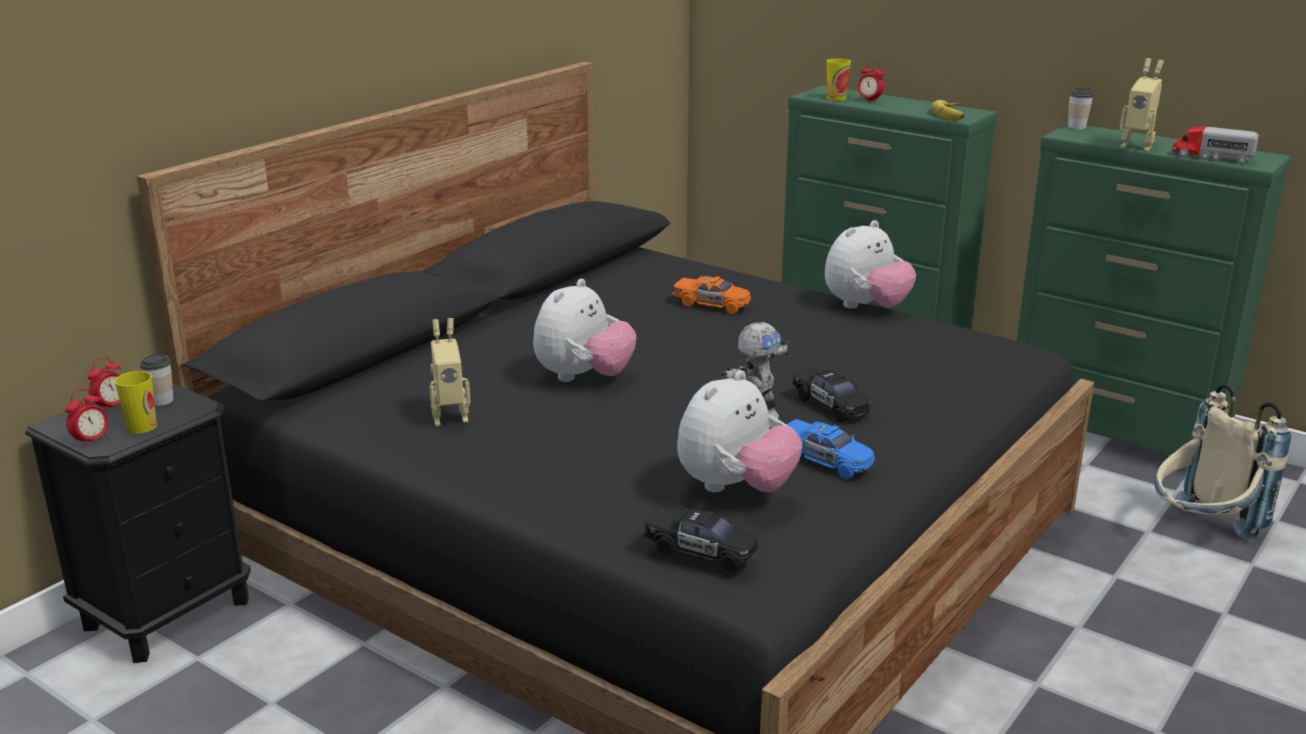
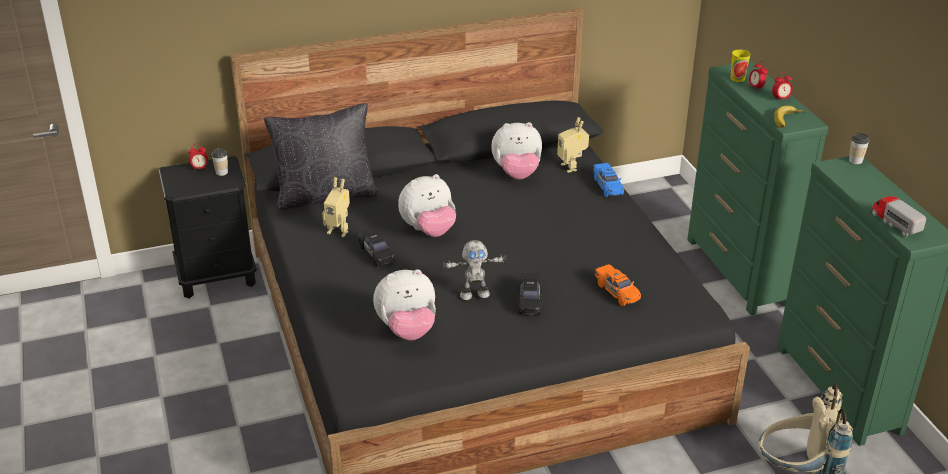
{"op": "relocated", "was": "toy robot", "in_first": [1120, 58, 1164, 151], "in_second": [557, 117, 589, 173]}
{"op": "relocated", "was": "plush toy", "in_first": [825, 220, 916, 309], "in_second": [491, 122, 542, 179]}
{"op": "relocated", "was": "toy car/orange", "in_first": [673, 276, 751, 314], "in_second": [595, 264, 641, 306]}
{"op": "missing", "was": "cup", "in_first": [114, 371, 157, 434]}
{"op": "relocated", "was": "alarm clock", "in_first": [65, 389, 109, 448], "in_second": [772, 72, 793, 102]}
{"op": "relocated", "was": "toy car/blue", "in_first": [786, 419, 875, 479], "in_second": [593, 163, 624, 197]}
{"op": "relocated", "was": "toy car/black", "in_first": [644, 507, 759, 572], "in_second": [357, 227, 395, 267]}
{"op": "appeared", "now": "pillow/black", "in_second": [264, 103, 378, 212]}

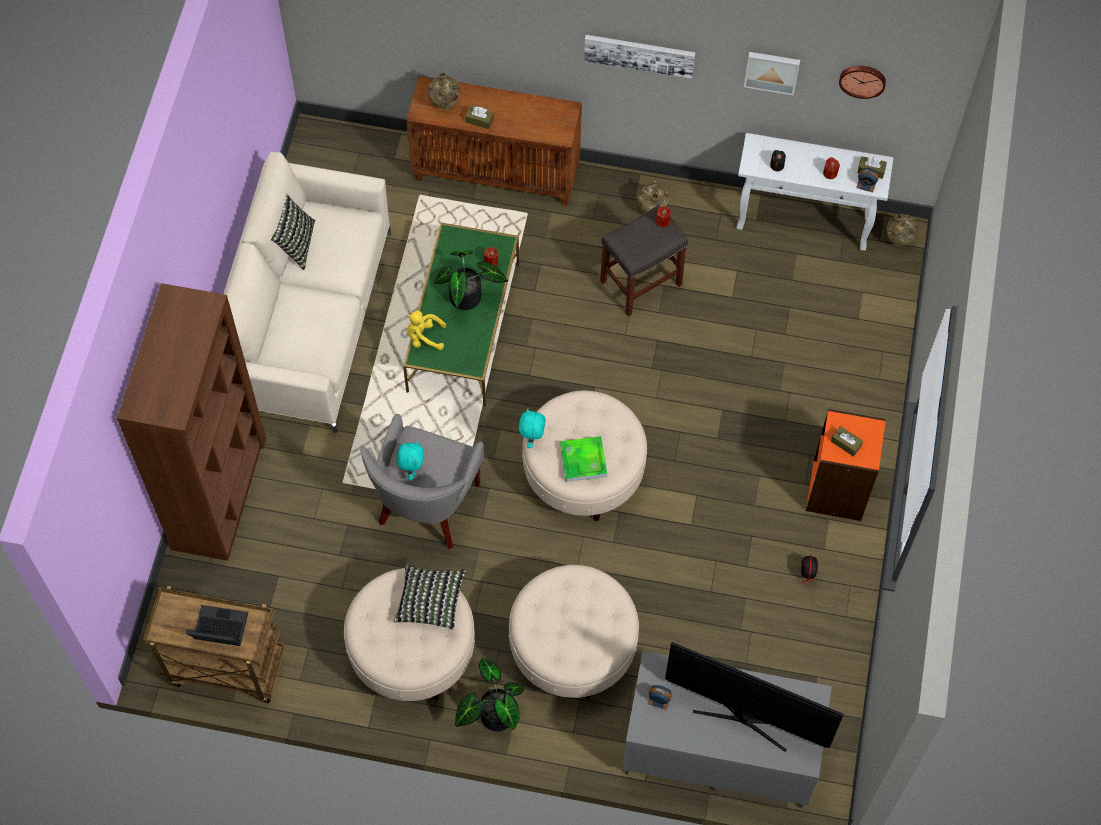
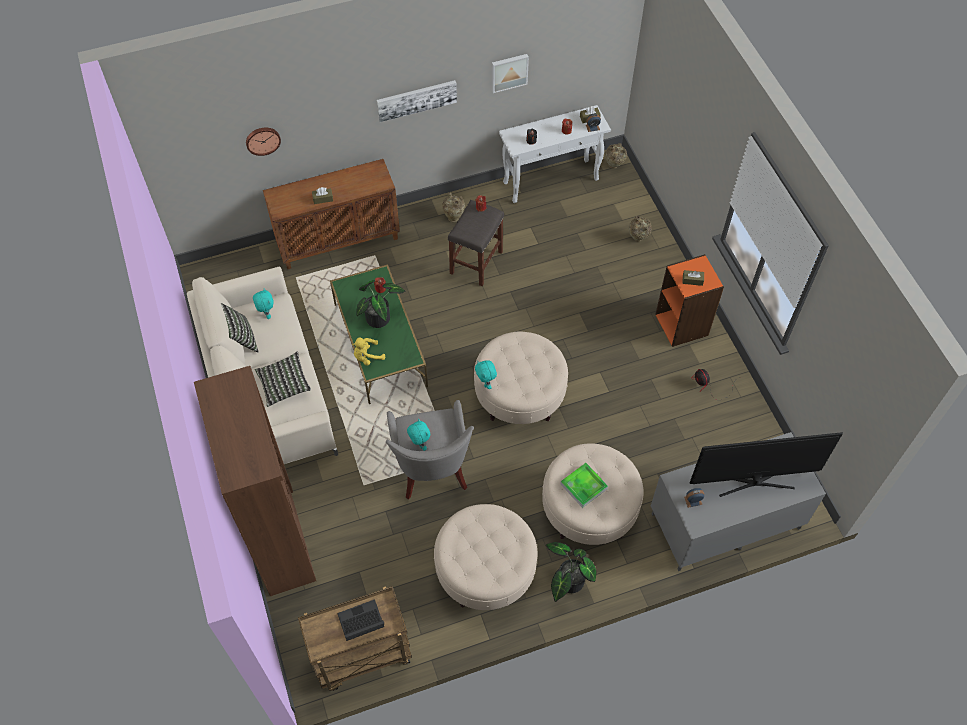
{"op": "relocated", "was": "wall clock", "in_first": [839, 66, 886, 99], "in_second": [246, 128, 281, 156]}
{"op": "relocated", "was": "vase/beige", "in_first": [428, 73, 460, 110], "in_second": [629, 216, 652, 242]}
{"op": "relocated", "was": "tray", "in_first": [560, 436, 607, 482], "in_second": [560, 463, 608, 508]}
{"op": "relocated", "was": "pillow", "in_first": [394, 564, 466, 630], "in_second": [255, 352, 311, 407]}
{"op": "appeared", "now": "plush toy/turquoise", "in_second": [253, 288, 274, 319]}

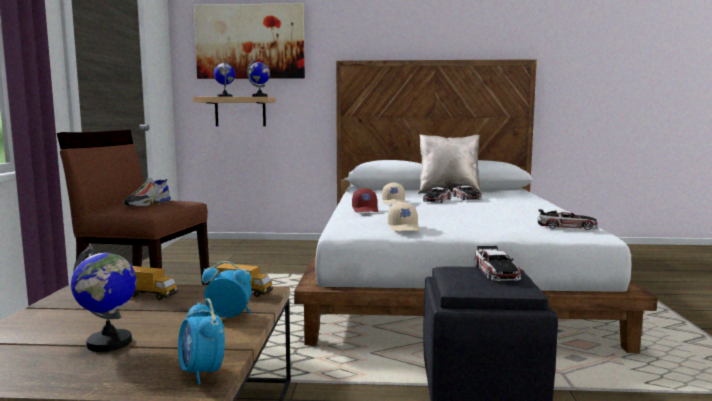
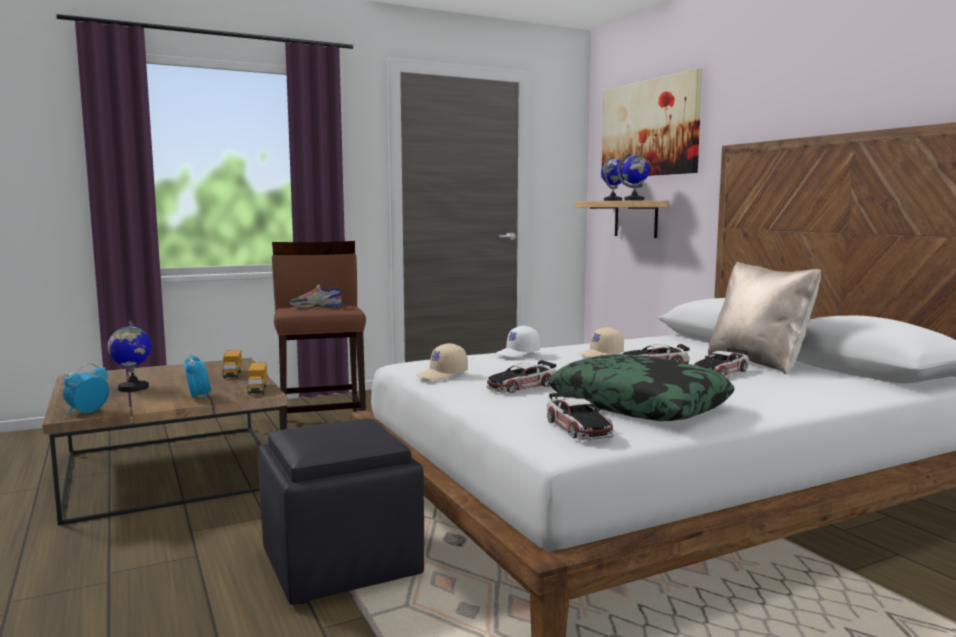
{"op": "colour", "was": "cap/red", "now": "cap/white", "in_first": [352, 188, 378, 213], "in_second": [496, 325, 540, 358]}
{"op": "relocated", "was": "toy car", "in_first": [474, 246, 521, 281], "in_second": [486, 360, 556, 393]}
{"op": "appeared", "now": "pillow", "in_second": [548, 354, 735, 421]}

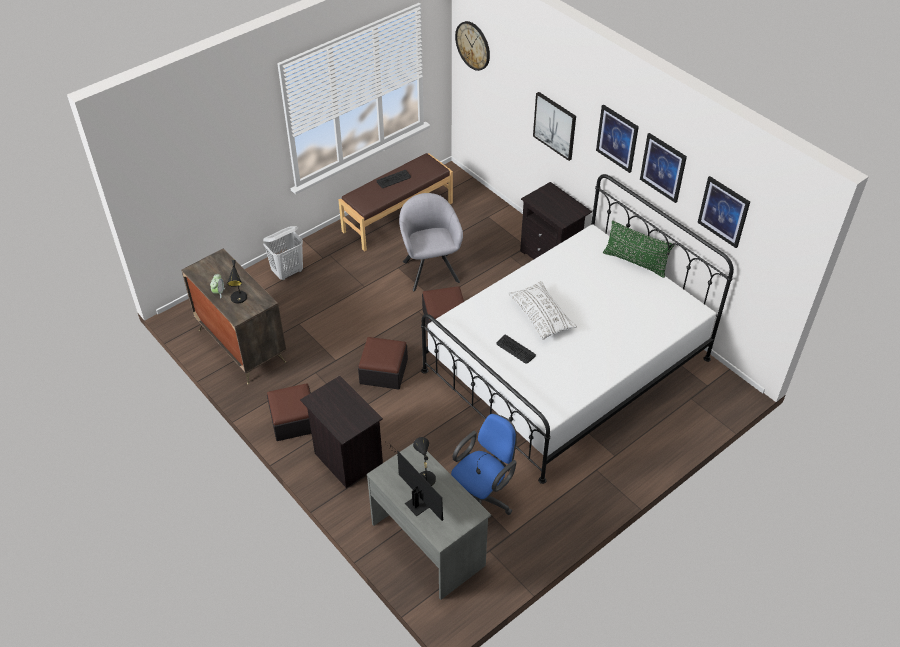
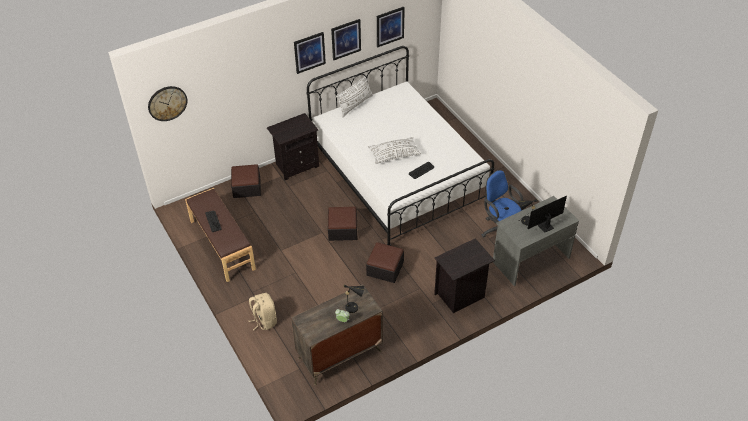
{"op": "missing", "was": "picture", "in_first": [533, 92, 576, 161]}
{"op": "missing", "was": "armchair/grey", "in_first": [399, 193, 463, 291]}
{"op": "colour", "was": "pillow/green", "now": "pillow/white", "in_first": [603, 220, 674, 278], "in_second": [336, 74, 373, 117]}
{"op": "exchanged", "was": "laundry basket/white", "now": "backpack/beige", "in_first": [263, 226, 303, 280], "in_second": [248, 293, 277, 331]}
{"op": "relocated", "was": "ottoman", "in_first": [267, 384, 311, 441], "in_second": [231, 164, 261, 198]}

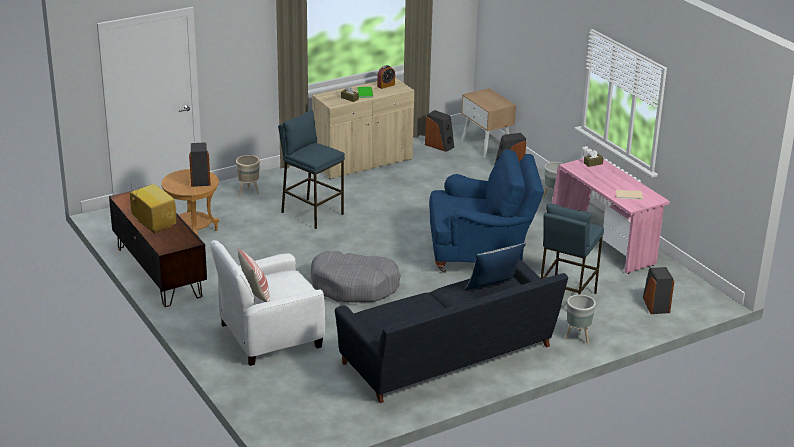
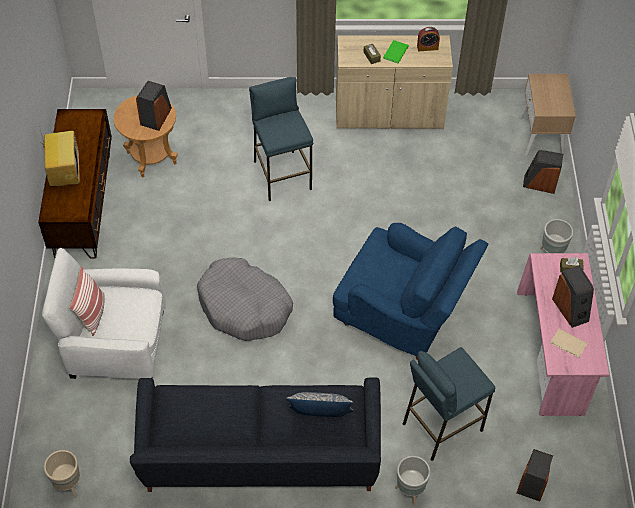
{"op": "relocated", "was": "speaker", "in_first": [425, 110, 454, 152], "in_second": [552, 265, 594, 328]}
{"op": "relocated", "was": "planter/beige", "in_first": [236, 155, 260, 195], "in_second": [44, 450, 80, 498]}

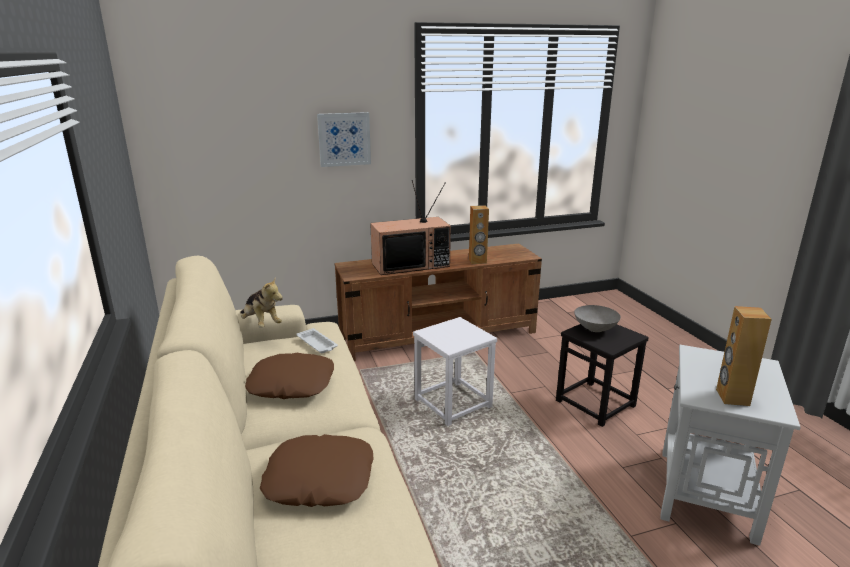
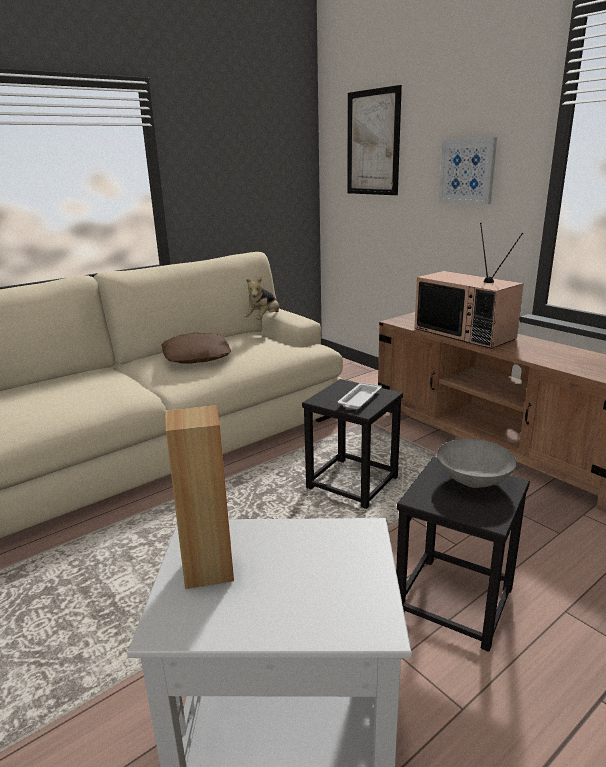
{"op": "missing", "was": "speaker/brown", "in_first": [469, 205, 489, 264]}
{"op": "colour", "was": "stool/white", "now": "stool/black", "in_first": [413, 317, 497, 426], "in_second": [302, 379, 403, 509]}
{"op": "relocated", "was": "tray/white", "in_first": [296, 328, 338, 353], "in_second": [338, 382, 382, 409]}
{"op": "missing", "was": "pillow/brown", "in_first": [260, 434, 374, 507]}
{"op": "appeared", "now": "picture", "in_second": [347, 85, 402, 195]}

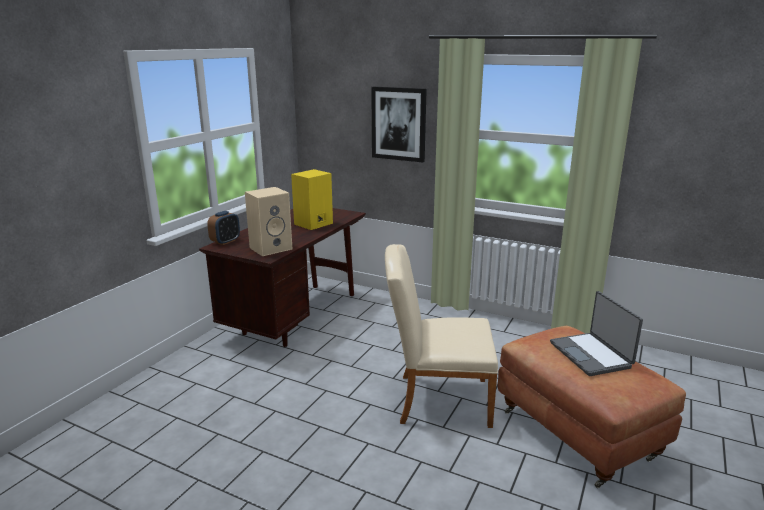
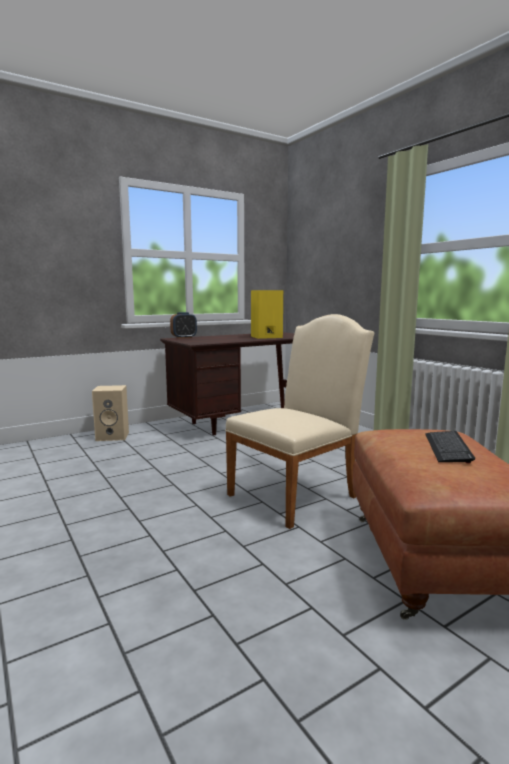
{"op": "missing", "was": "picture", "in_first": [371, 87, 427, 162]}
{"op": "relocated", "was": "speaker/beige", "in_first": [245, 187, 293, 256], "in_second": [92, 385, 129, 441]}
{"op": "spun", "was": "chair/beige", "in_first": [385, 244, 498, 428], "in_second": [225, 314, 374, 529], "clockwise": 105}
{"op": "exchanged", "was": "laptop", "now": "keyboard", "in_first": [550, 291, 643, 376], "in_second": [425, 431, 475, 464]}

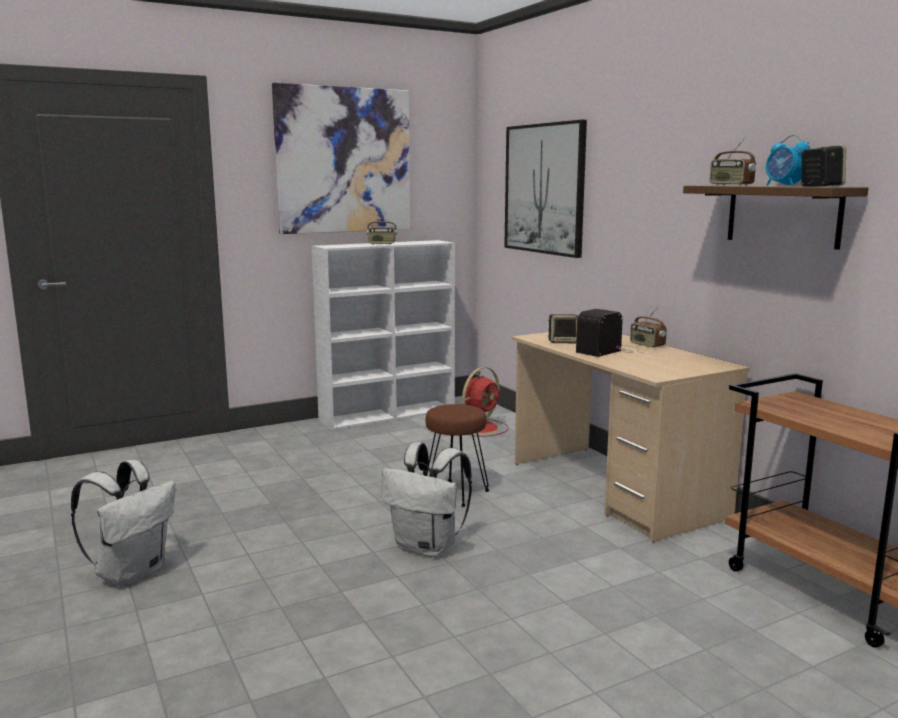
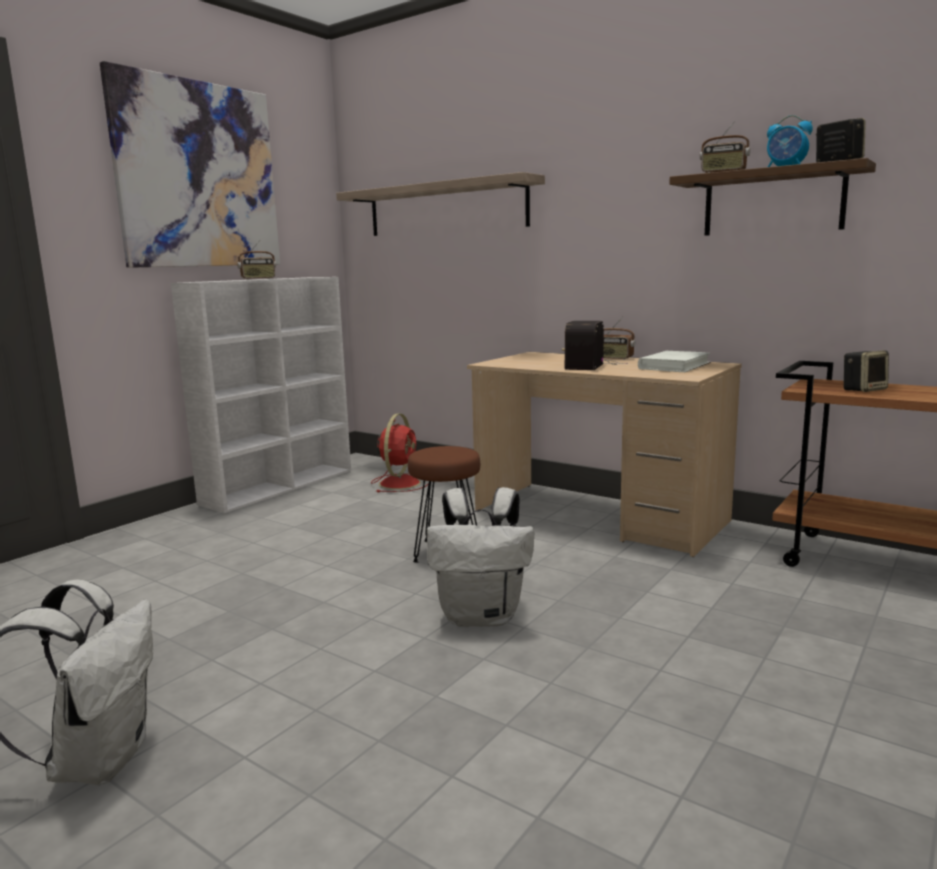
{"op": "exchanged", "was": "picture", "now": "shelf", "in_first": [504, 120, 587, 258], "in_second": [336, 172, 545, 236]}
{"op": "relocated", "was": "speaker", "in_first": [548, 314, 578, 343], "in_second": [843, 350, 889, 392]}
{"op": "appeared", "now": "book/white", "in_second": [638, 351, 711, 372]}

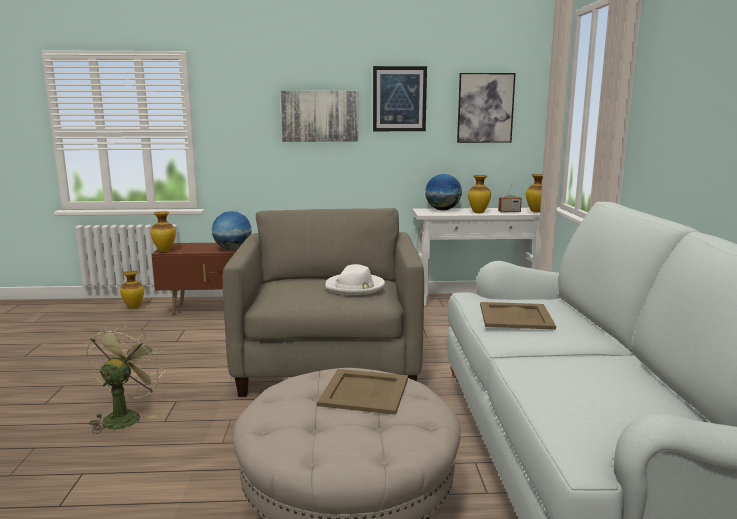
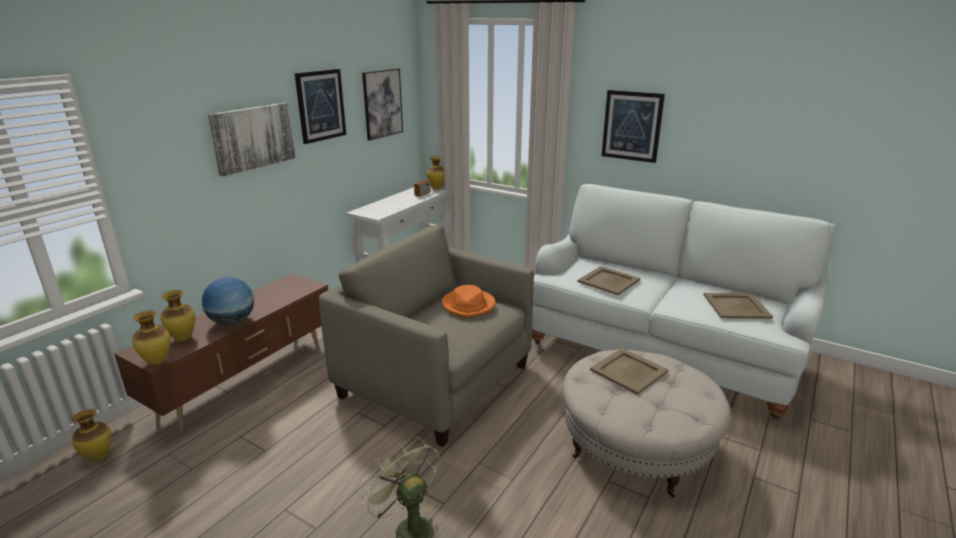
{"op": "missing", "was": "globe", "in_first": [425, 174, 462, 210]}
{"op": "relocated", "was": "vase", "in_first": [468, 175, 491, 213], "in_second": [160, 290, 195, 341]}
{"op": "colour", "was": "hat/white", "now": "hat/orange", "in_first": [325, 264, 385, 295], "in_second": [442, 285, 495, 318]}
{"op": "appeared", "now": "picture", "in_second": [602, 90, 665, 163]}
{"op": "appeared", "now": "tray/beige", "in_second": [703, 293, 773, 319]}

